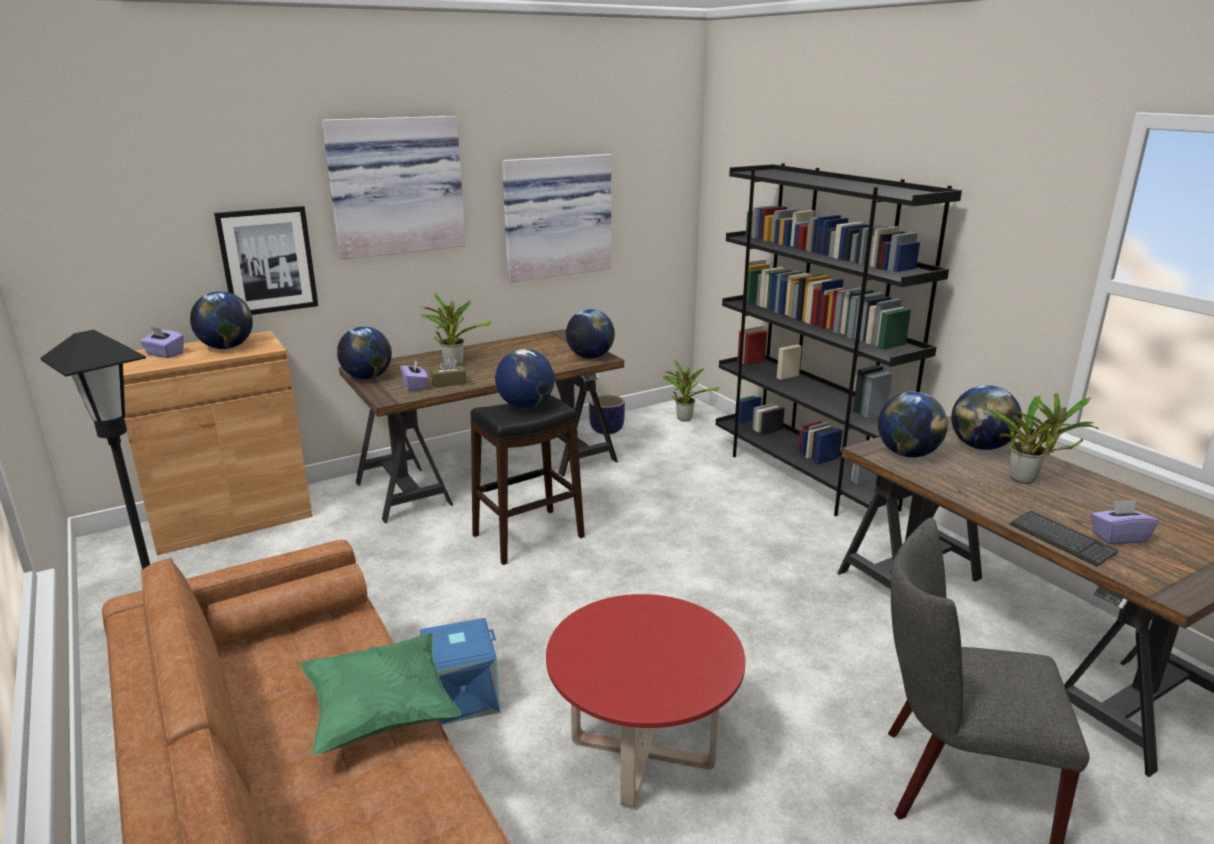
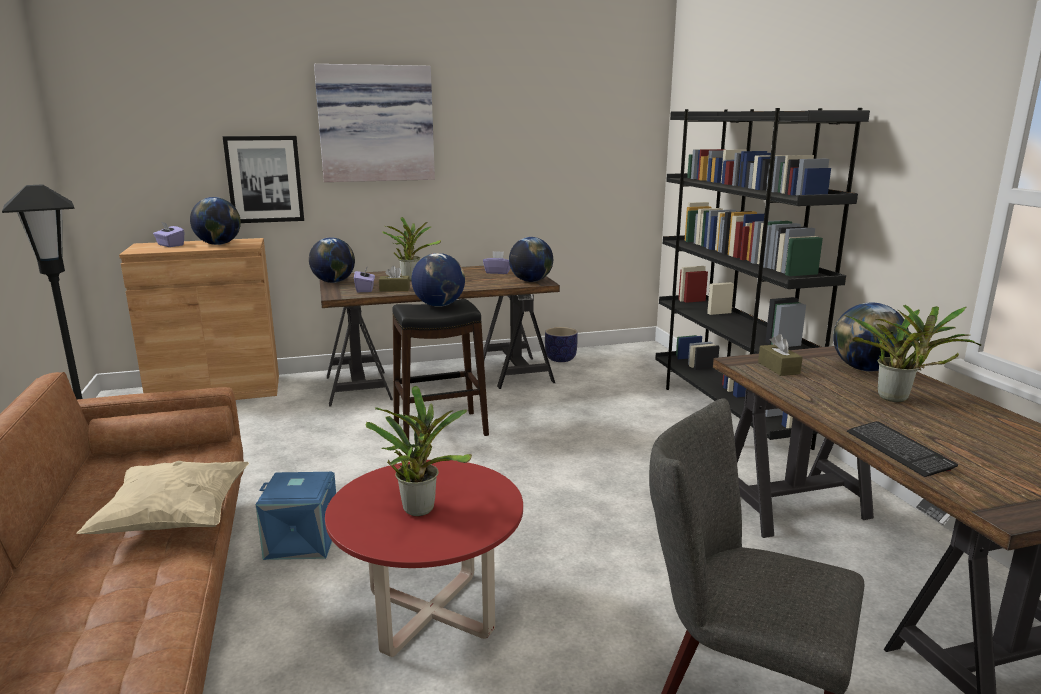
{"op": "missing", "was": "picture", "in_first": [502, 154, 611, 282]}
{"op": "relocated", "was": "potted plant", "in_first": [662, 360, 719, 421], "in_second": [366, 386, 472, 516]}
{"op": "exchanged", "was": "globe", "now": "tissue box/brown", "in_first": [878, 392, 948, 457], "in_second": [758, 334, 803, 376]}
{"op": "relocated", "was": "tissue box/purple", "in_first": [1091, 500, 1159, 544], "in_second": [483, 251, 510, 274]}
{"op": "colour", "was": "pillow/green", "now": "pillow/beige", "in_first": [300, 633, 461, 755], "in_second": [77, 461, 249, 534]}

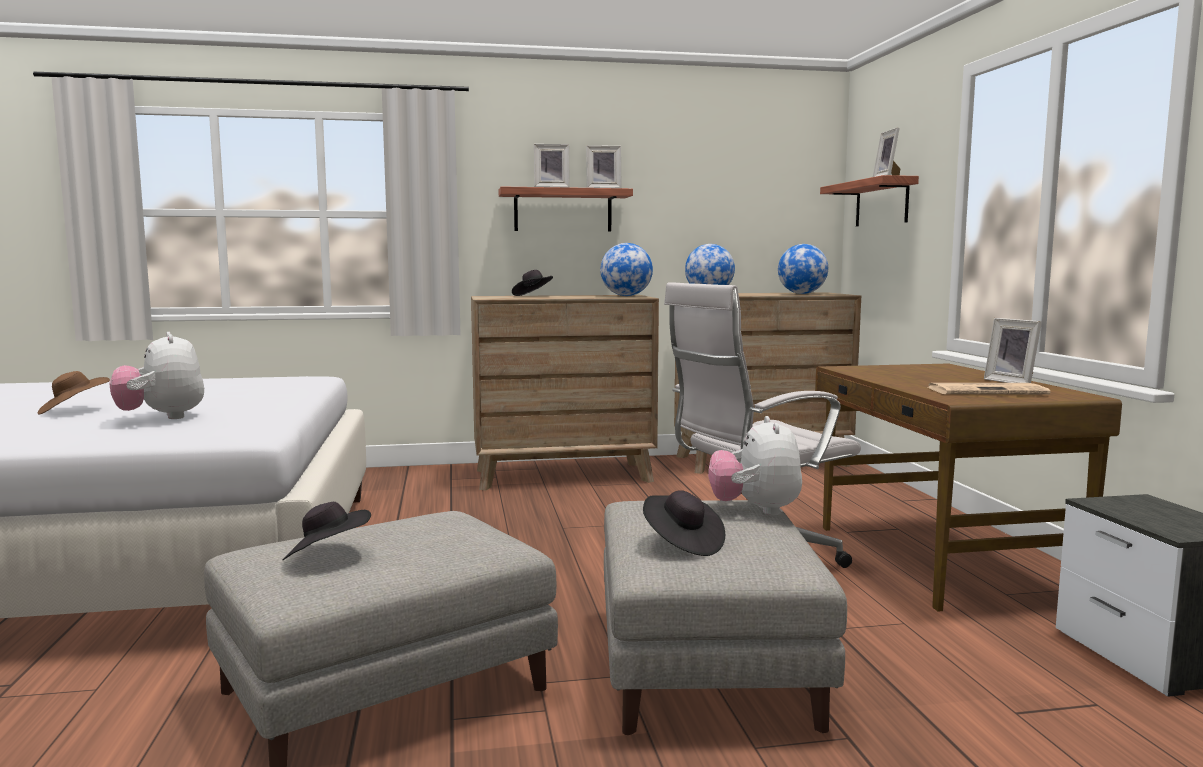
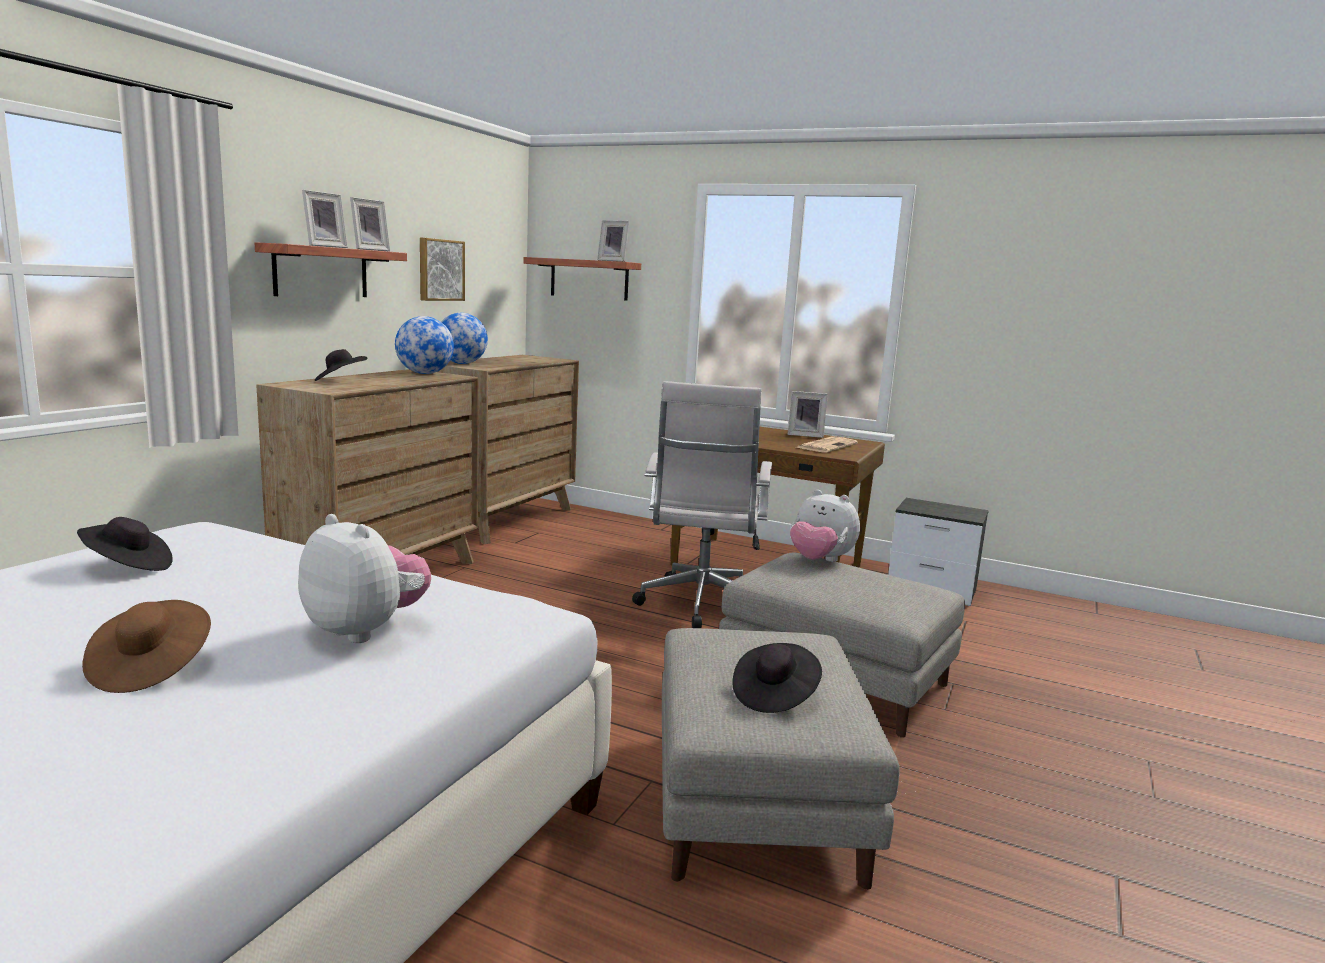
{"op": "missing", "was": "globe", "in_first": [778, 244, 828, 294]}
{"op": "spun", "was": "plush toy", "in_first": [110, 332, 204, 419], "in_second": [298, 514, 431, 643], "clockwise": -150}
{"op": "relocated", "was": "hat/black", "in_first": [643, 490, 725, 556], "in_second": [77, 517, 173, 571]}
{"op": "appeared", "now": "picture", "in_second": [420, 238, 465, 301]}

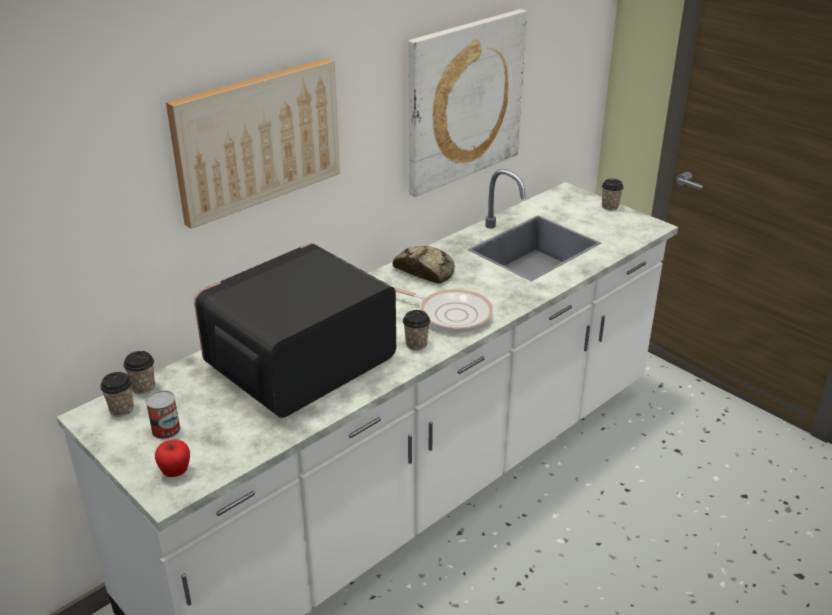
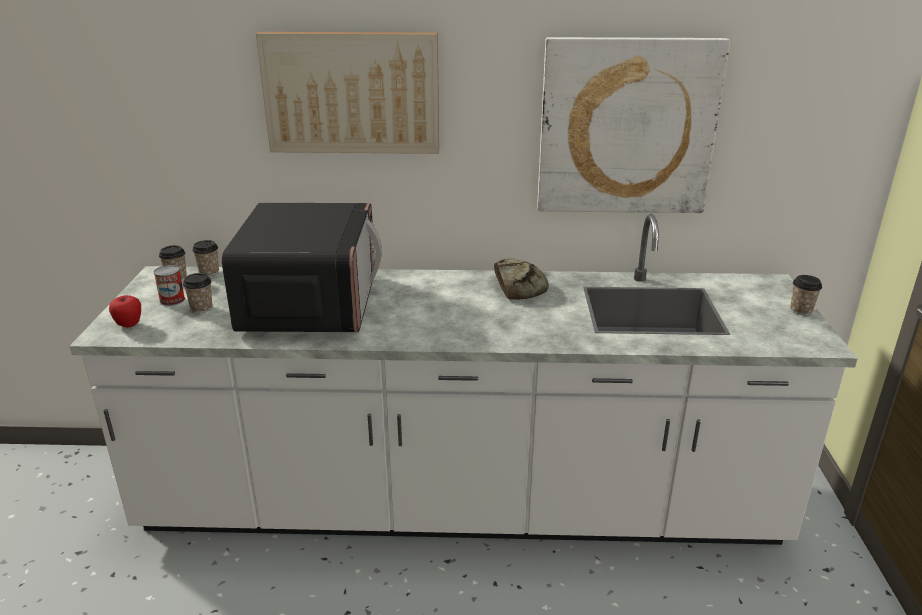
{"op": "spun", "was": "microwave", "in_first": [194, 243, 396, 418], "in_second": [222, 203, 382, 332], "clockwise": 90}
{"op": "missing", "was": "frying pan", "in_first": [393, 287, 493, 333]}
{"op": "relocated", "was": "cup", "in_first": [403, 310, 430, 351], "in_second": [183, 273, 212, 313]}

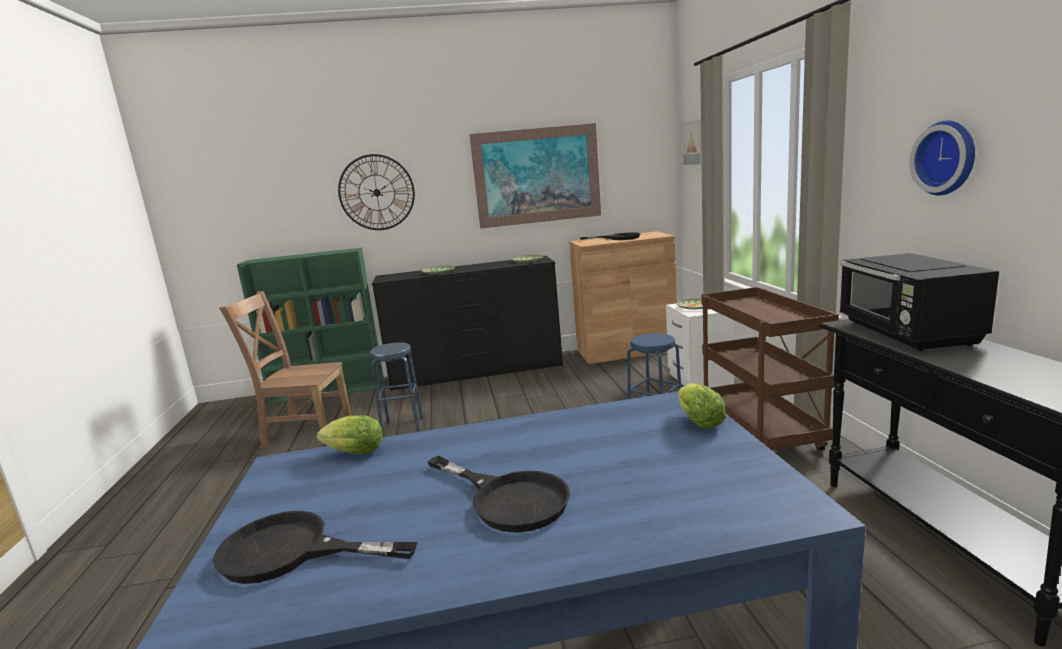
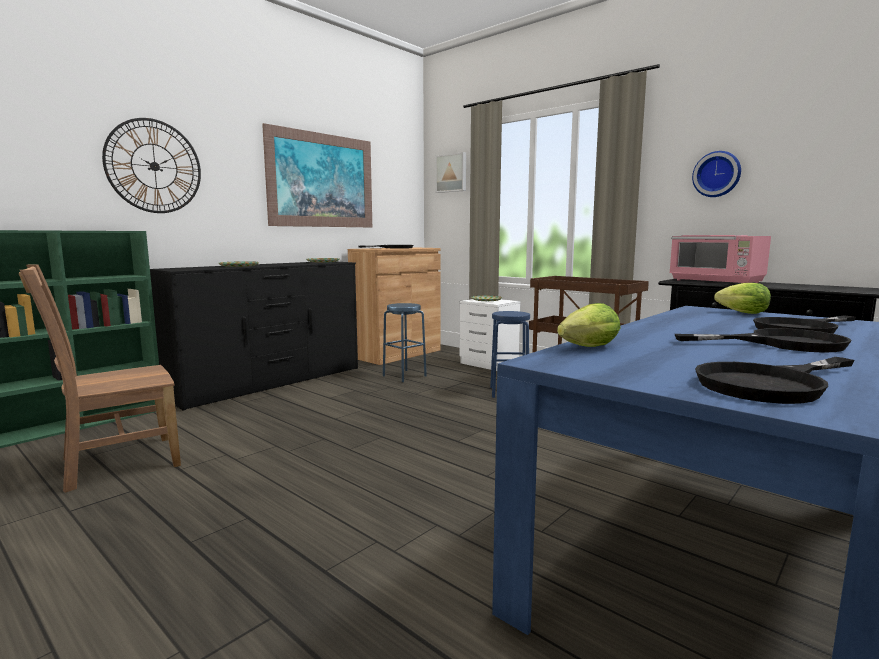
{"op": "colour", "was": "microwave/black", "now": "microwave/pink", "in_first": [839, 253, 999, 351], "in_second": [669, 235, 771, 283]}
{"op": "relocated", "was": "stool/blue", "in_first": [370, 342, 423, 437], "in_second": [383, 303, 427, 382]}
{"op": "appeared", "now": "frying pan/black", "in_second": [753, 315, 856, 334]}

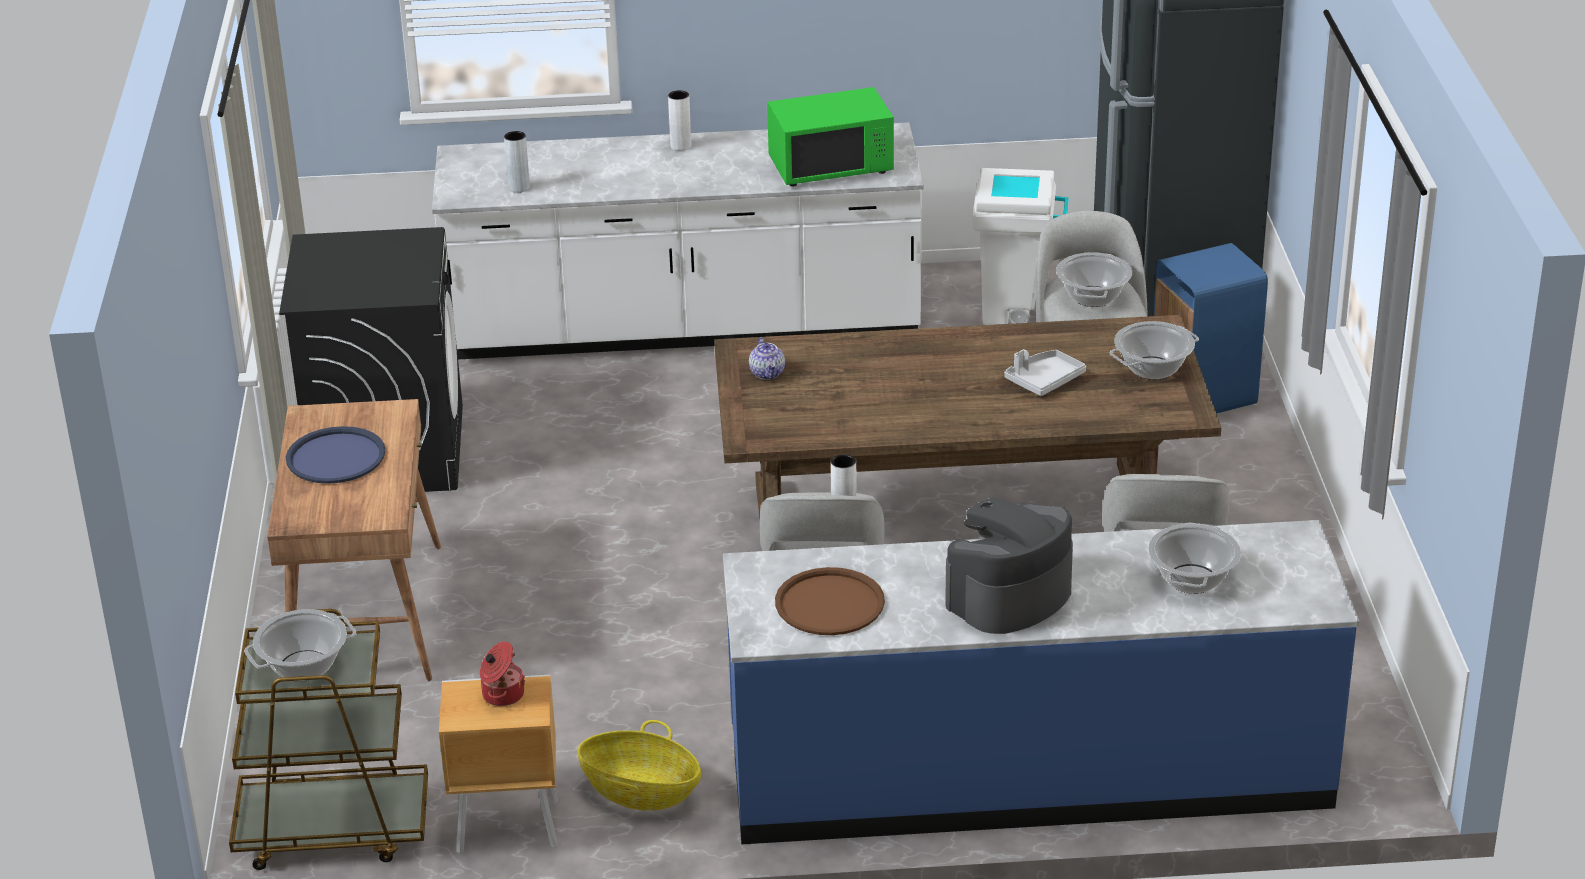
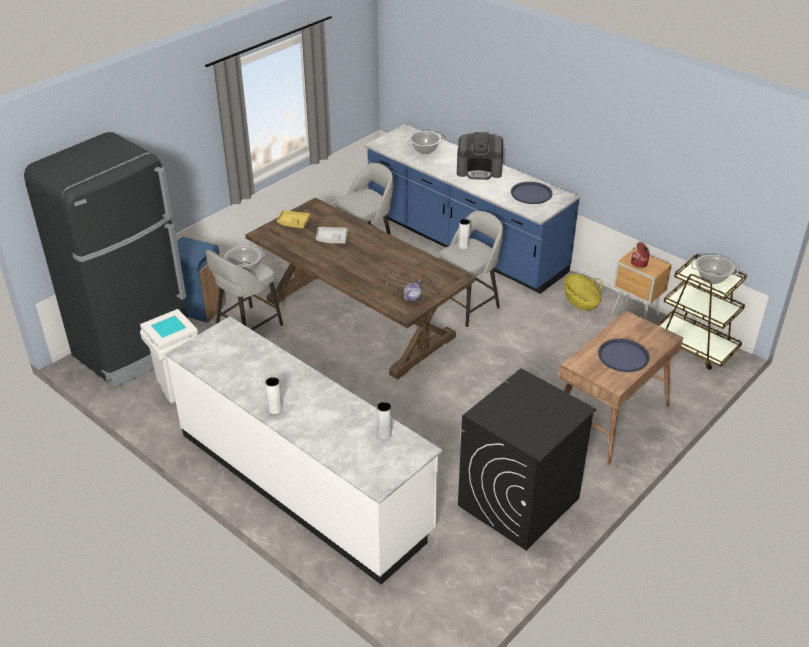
{"op": "missing", "was": "microwave/green", "in_first": [767, 87, 894, 187]}
{"op": "exchanged", "was": "cooking pot", "now": "tray/yellow", "in_first": [1110, 321, 1199, 380], "in_second": [277, 210, 310, 228]}
{"op": "colour", "was": "tray/brown", "now": "tray/blue", "in_first": [775, 567, 885, 635], "in_second": [511, 182, 553, 204]}

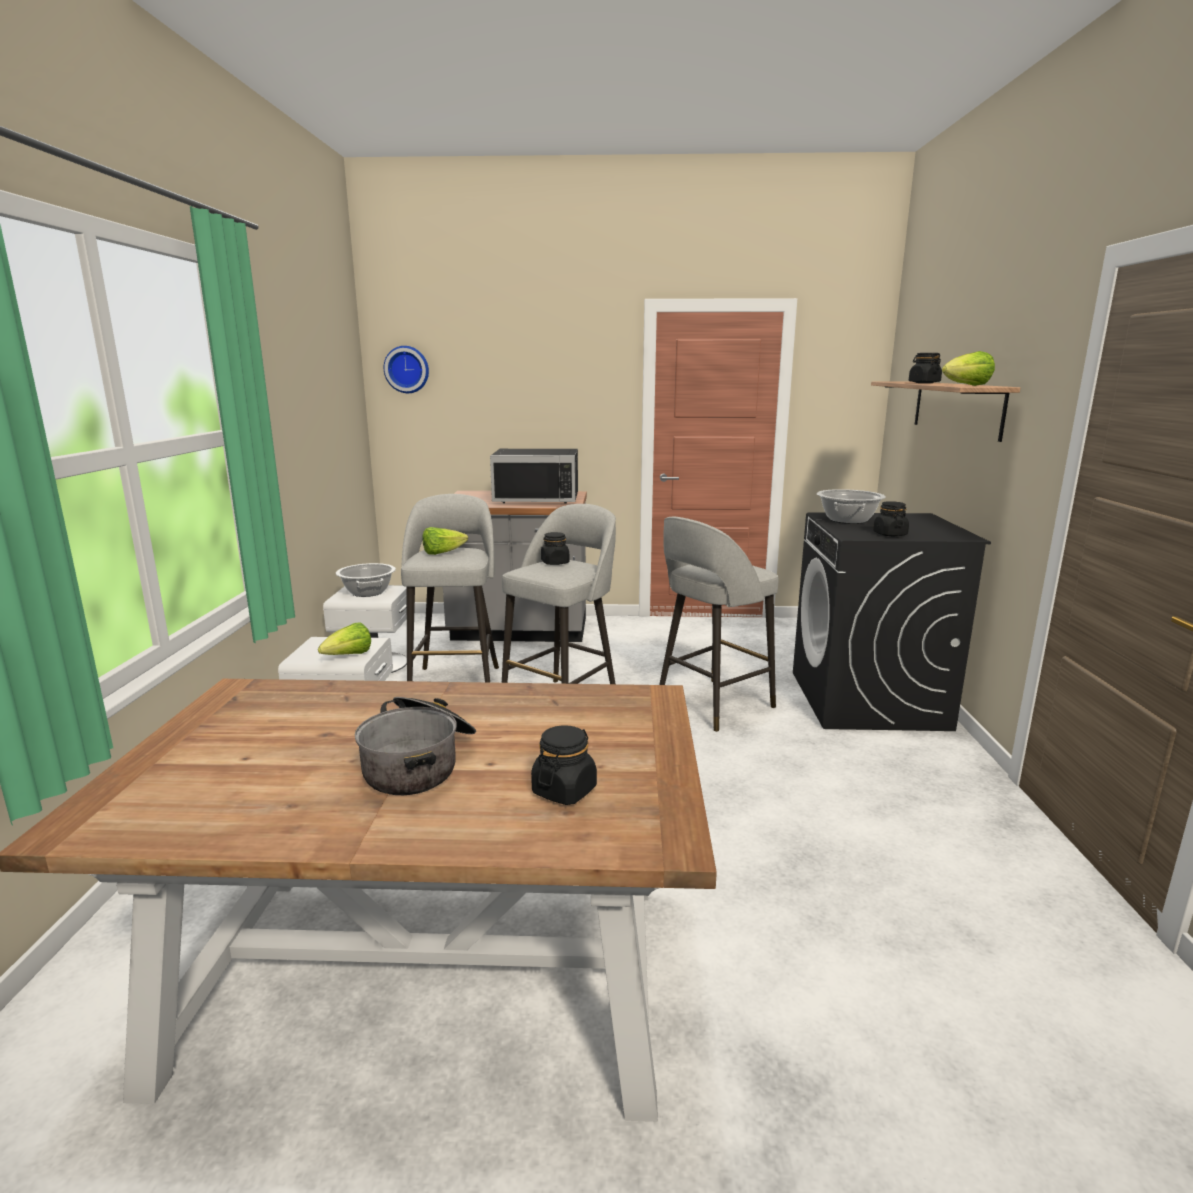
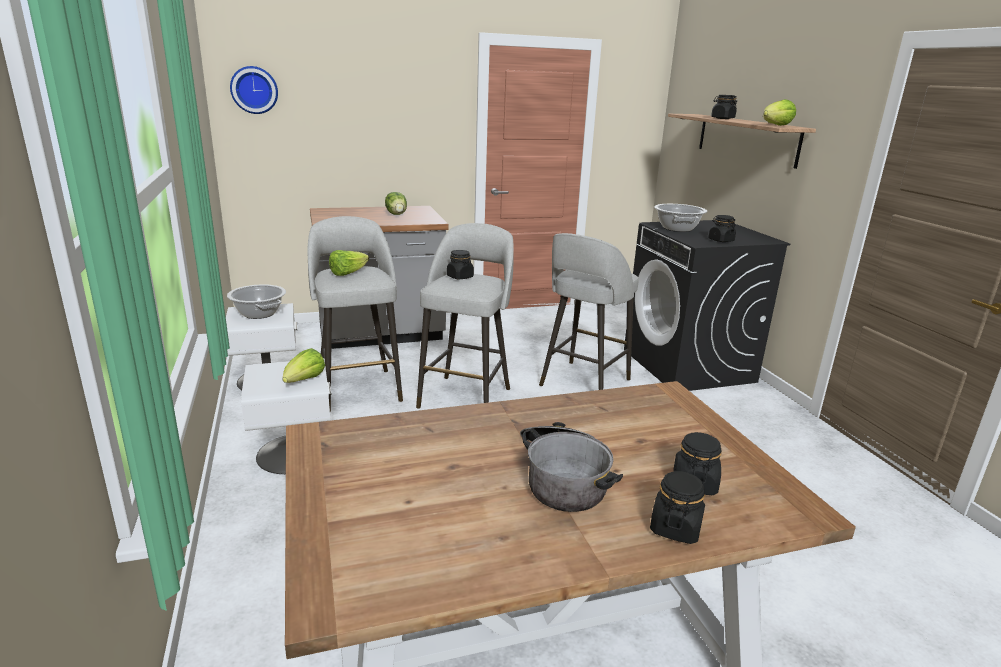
{"op": "exchanged", "was": "microwave/black", "now": "lettuce", "in_first": [490, 449, 578, 504], "in_second": [385, 192, 407, 215]}
{"op": "appeared", "now": "jar/black", "in_second": [650, 471, 705, 544]}

